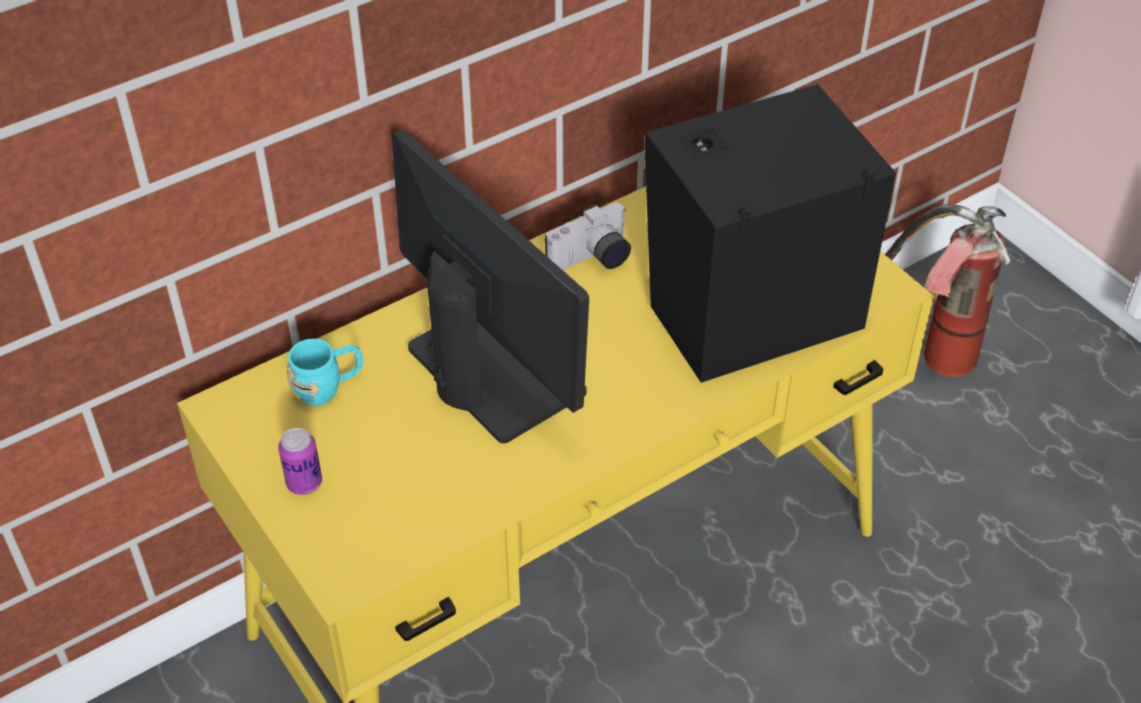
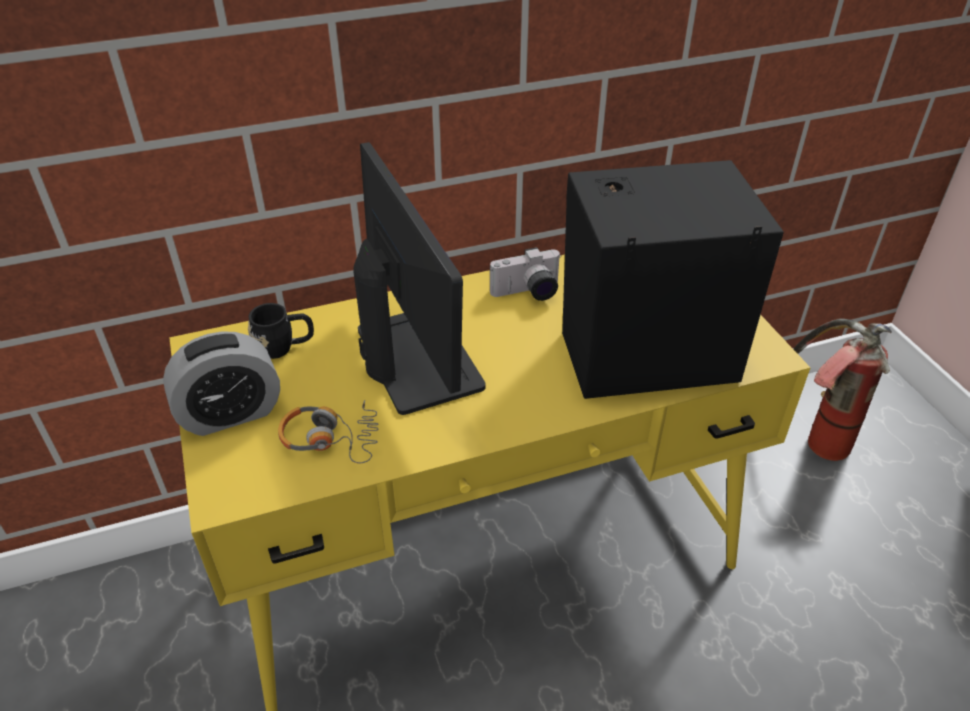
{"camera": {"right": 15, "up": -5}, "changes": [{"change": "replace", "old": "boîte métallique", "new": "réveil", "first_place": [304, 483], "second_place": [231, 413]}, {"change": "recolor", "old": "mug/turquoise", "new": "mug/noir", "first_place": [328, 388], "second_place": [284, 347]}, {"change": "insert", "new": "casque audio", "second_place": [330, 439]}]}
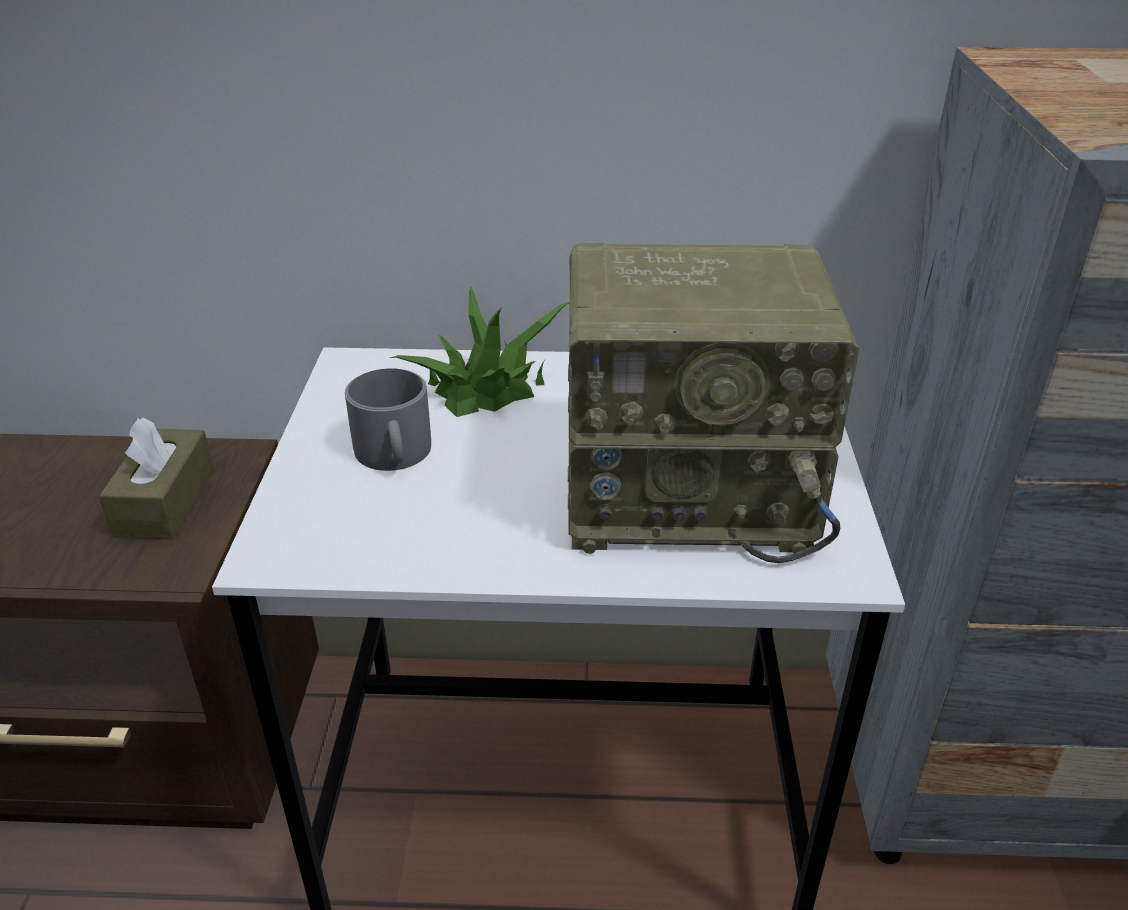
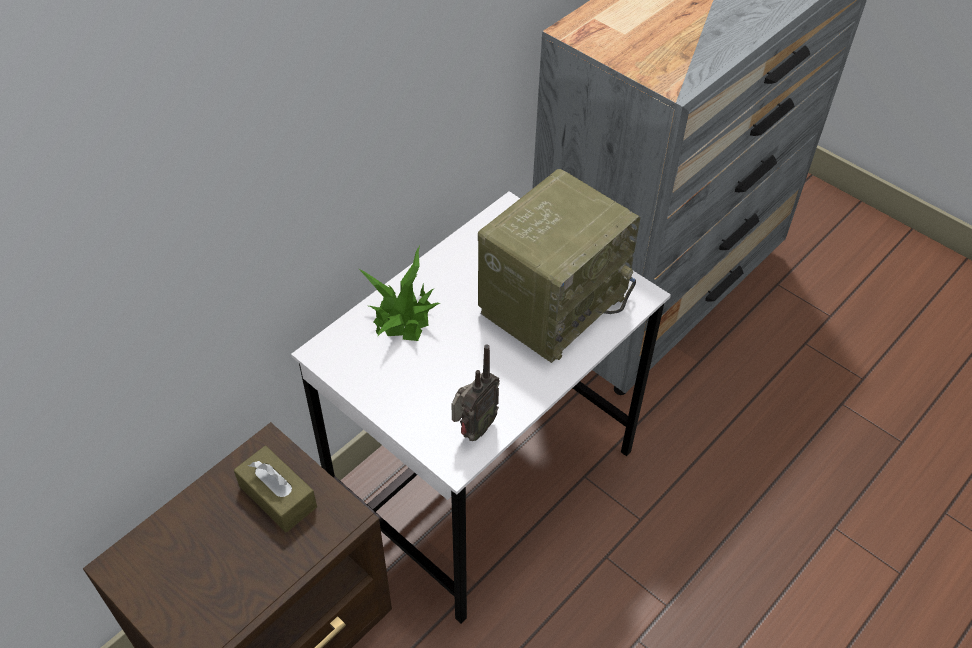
{"camera": {"right": -50, "up": 15}, "changes": [{"change": "delete", "old": "mug/gris", "first_place": [394, 454]}, {"change": "insert", "new": "radio", "second_place": [473, 430]}]}
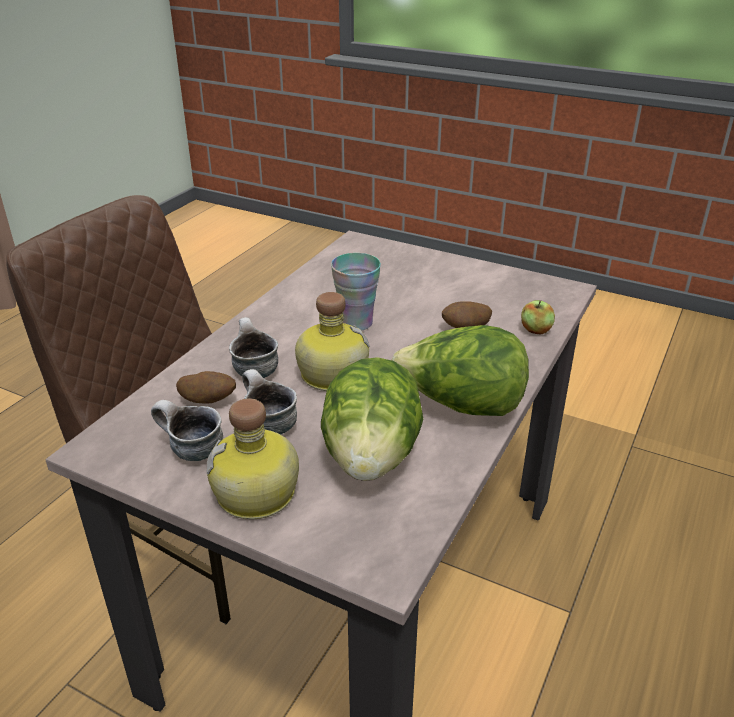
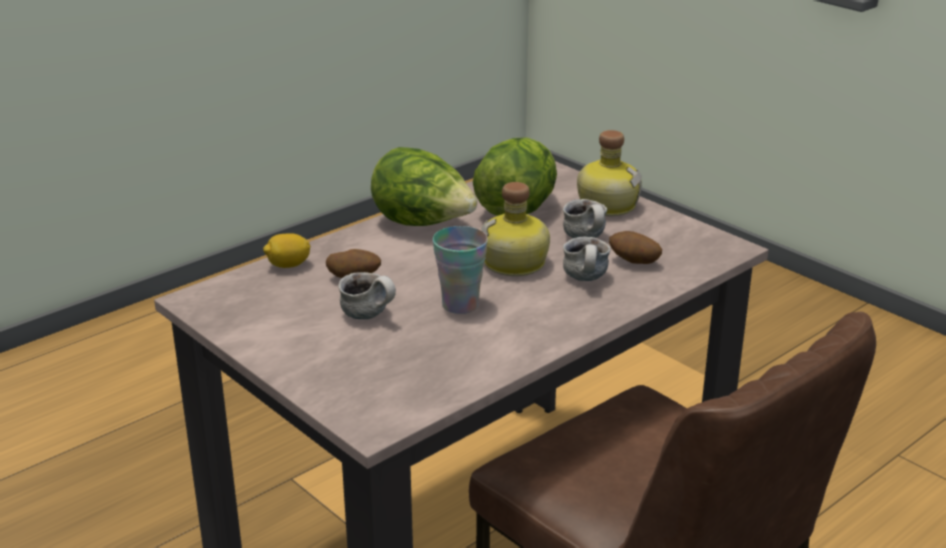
{"camera": {"right": -160, "up": -5}, "changes": [{"change": "move", "old": "mug", "first_place": [190, 451], "second_place": [371, 315]}, {"change": "replace", "old": "pomme", "new": "citron", "first_place": [535, 330], "second_place": [288, 265]}]}
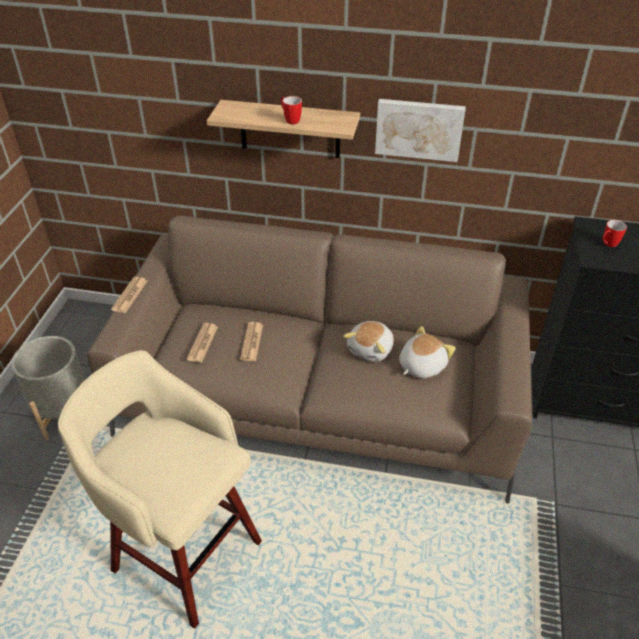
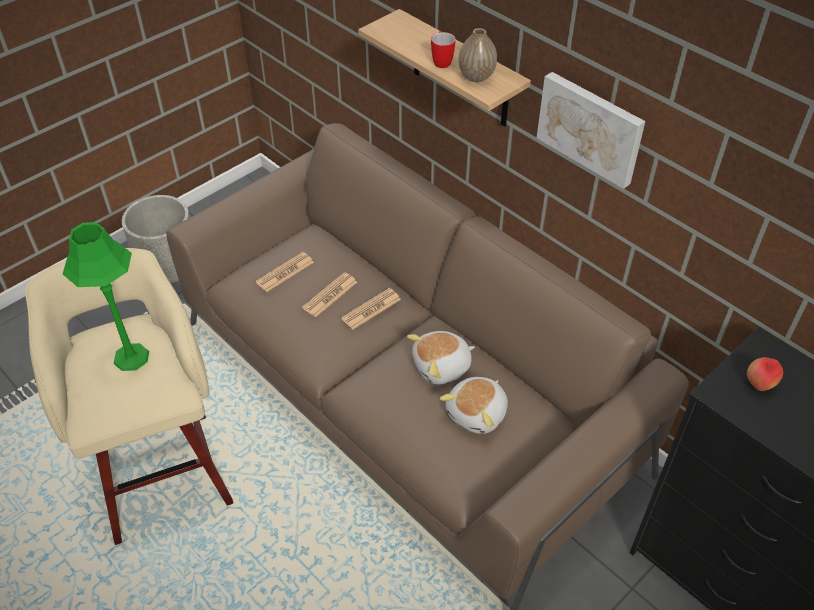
{"camera": {"right": 35, "up": 5}, "changes": [{"change": "move", "old": "journal", "first_place": [130, 295], "second_place": [371, 309]}, {"change": "rotate", "old": "peluche", "first_place": [421, 365], "second_place": [478, 413], "degrees": 135}, {"change": "replace", "old": "mug", "new": "pomme", "first_place": [607, 245], "second_place": [759, 384]}, {"change": "insert", "new": "lampe de table/vert", "second_place": [131, 357]}, {"change": "insert", "new": "vase", "second_place": [476, 76]}]}
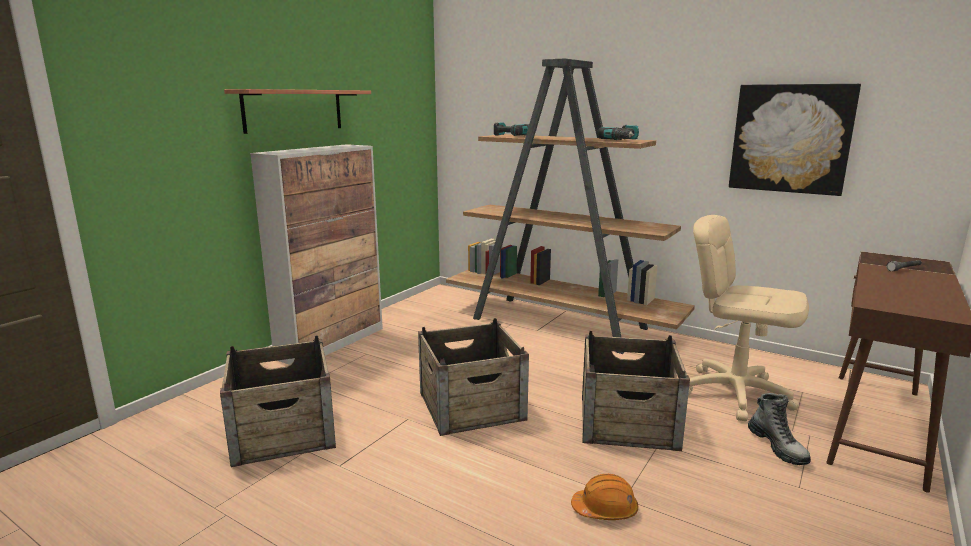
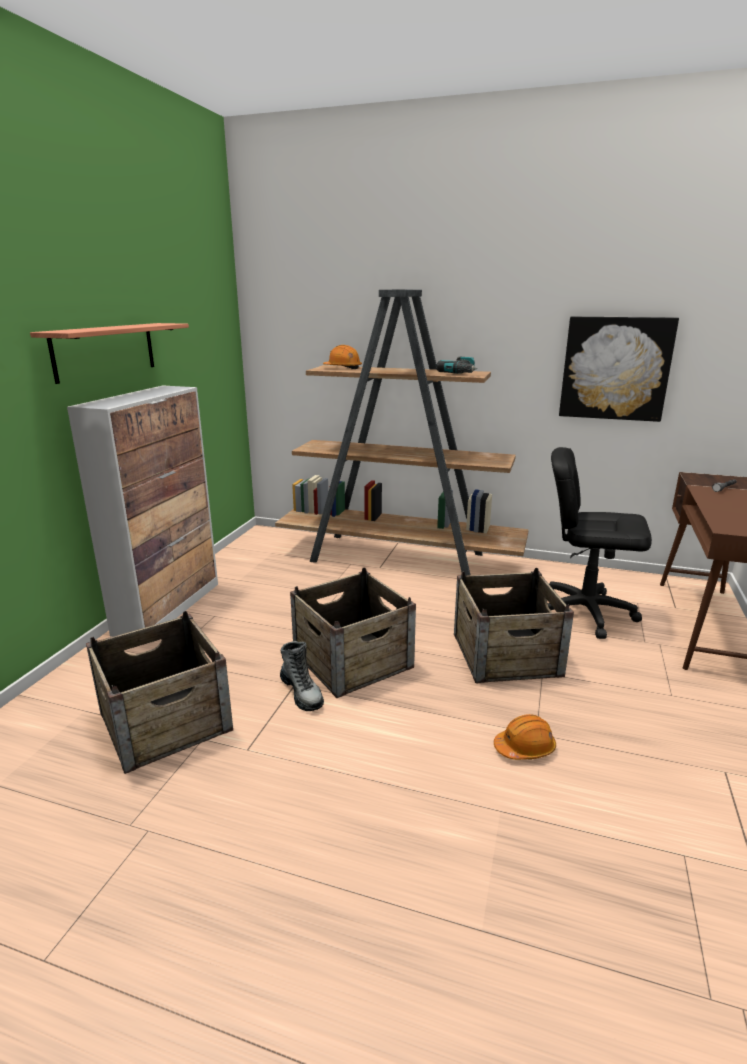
{"camera": {"right": -15, "up": 5}, "changes": [{"change": "replace", "old": "perceuse", "new": "casque de chantier/orange", "first_place": [514, 135], "second_place": [343, 368]}, {"change": "recolor", "old": "chaise de bureau/beige", "new": "chaise de bureau/noir", "first_place": [735, 393], "second_place": [584, 612]}, {"change": "move", "old": "botte", "first_place": [777, 447], "second_place": [302, 693]}]}
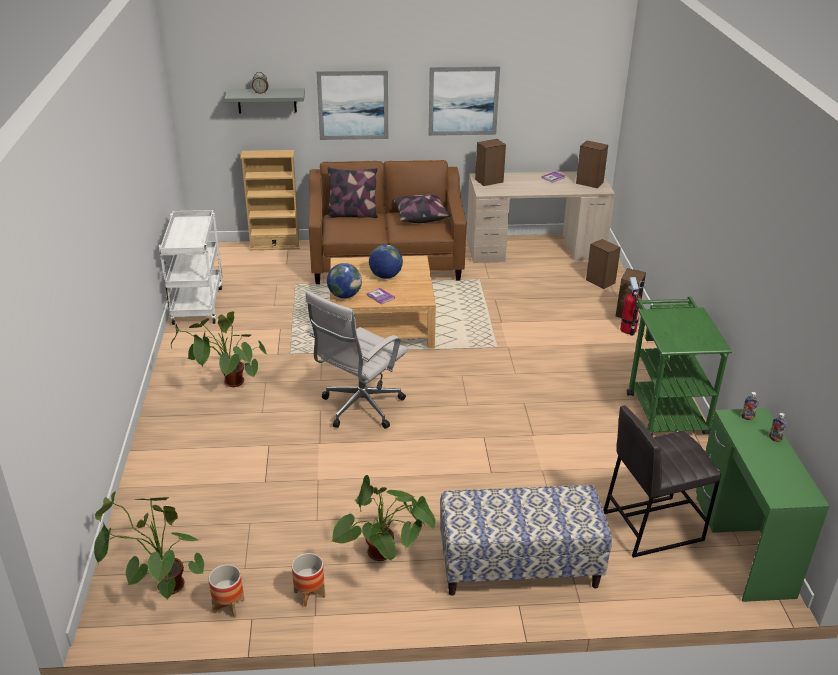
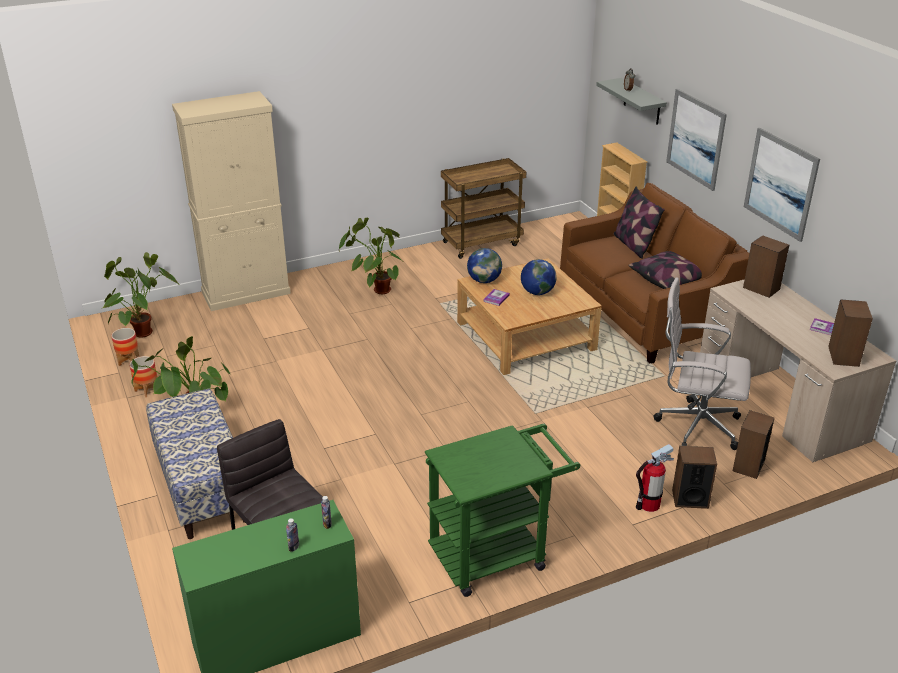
{"camera": {"right": 70, "up": 0}, "changes": [{"change": "recolor", "old": "chariot/blanc", "new": "chariot/marron", "first_place": [197, 304], "second_place": [482, 243]}, {"change": "move", "old": "chaise de bureau/blanc", "first_place": [359, 408], "second_place": [694, 426]}, {"change": "insert", "new": "meuble de rangement/beige", "second_place": [246, 293]}]}
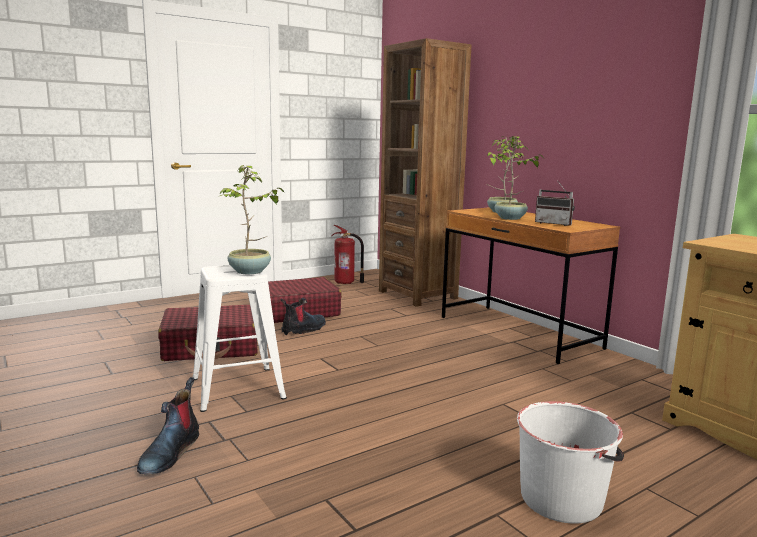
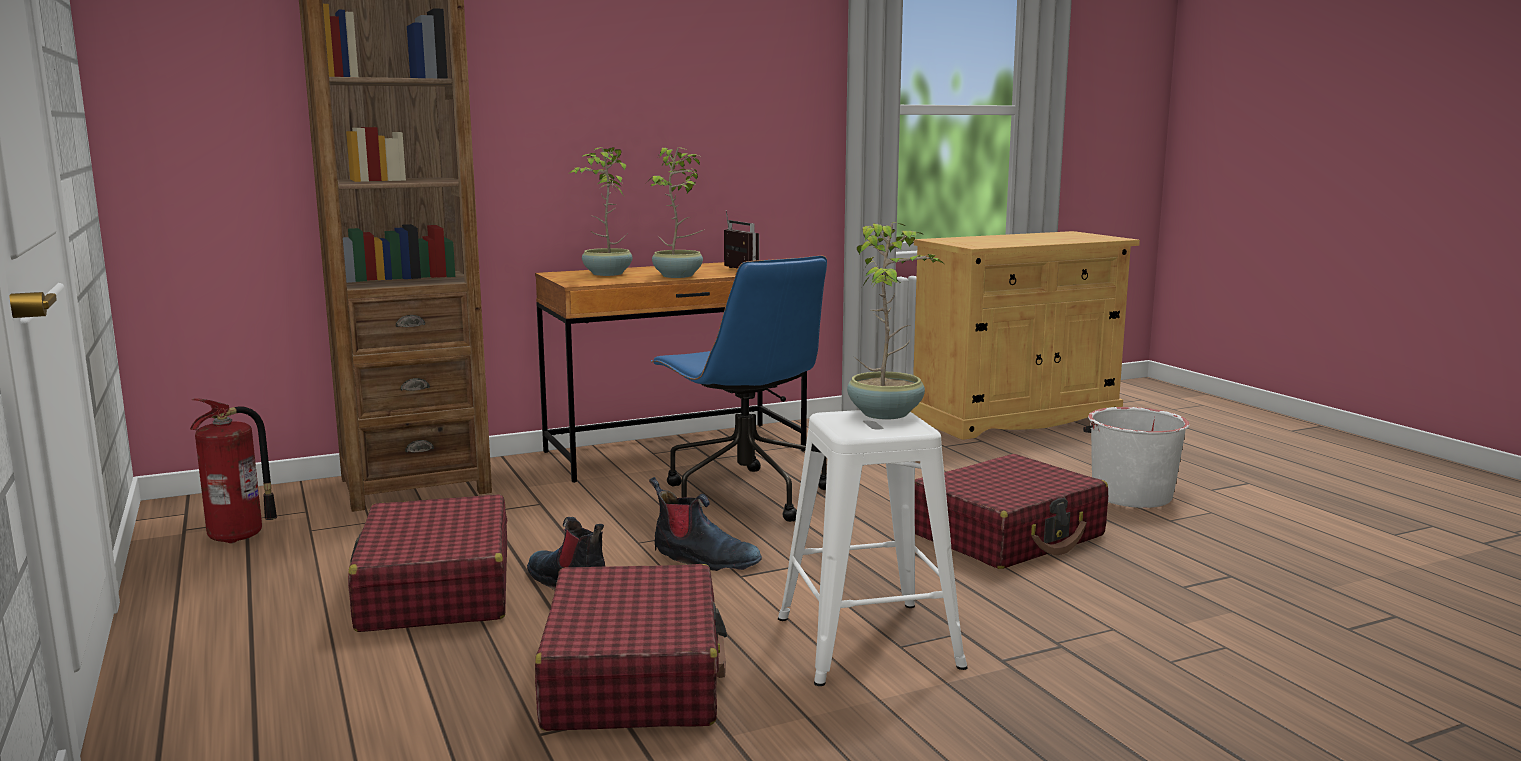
{"camera": {"right": -80, "up": 0}, "changes": [{"change": "move", "old": "botte", "first_place": [169, 453], "second_place": [704, 559]}, {"change": "rotate", "old": "radio", "first_place": [555, 223], "second_place": [735, 270], "degrees": -75}, {"change": "insert", "new": "chaise de bureau/bleu", "second_place": [743, 495]}, {"change": "insert", "new": "valise/rouge", "second_place": [1008, 535]}]}
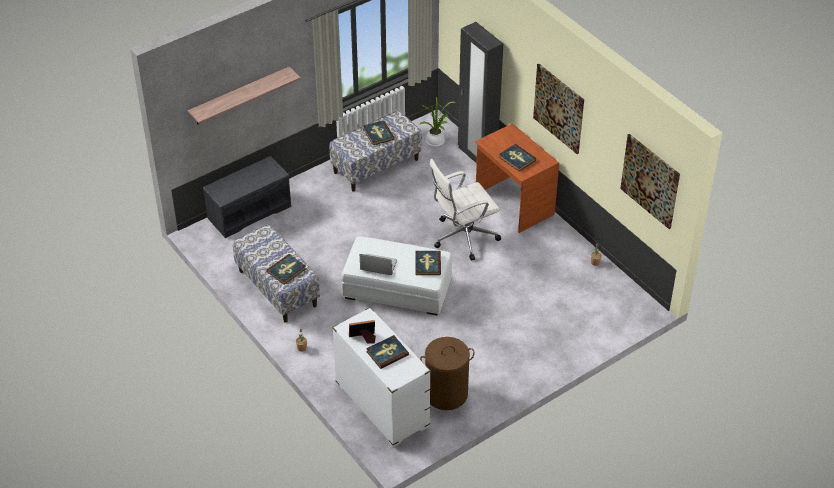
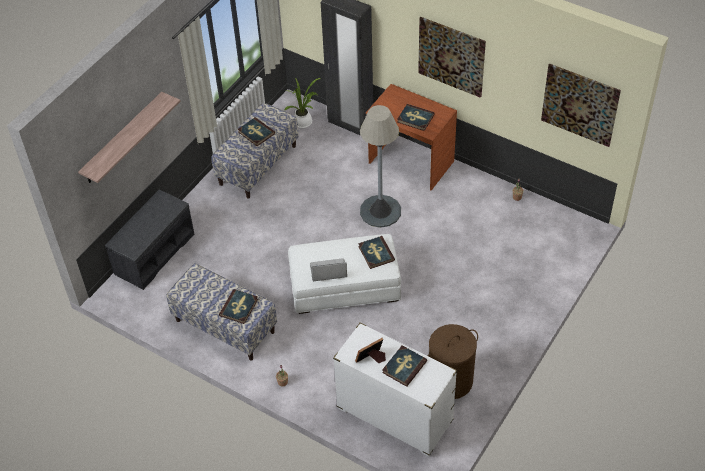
{"camera": {"right": -20, "up": 5}, "changes": [{"change": "replace", "old": "chaise de bureau/blanc", "new": "lampadaire/gris", "first_place": [463, 237], "second_place": [380, 211]}]}
